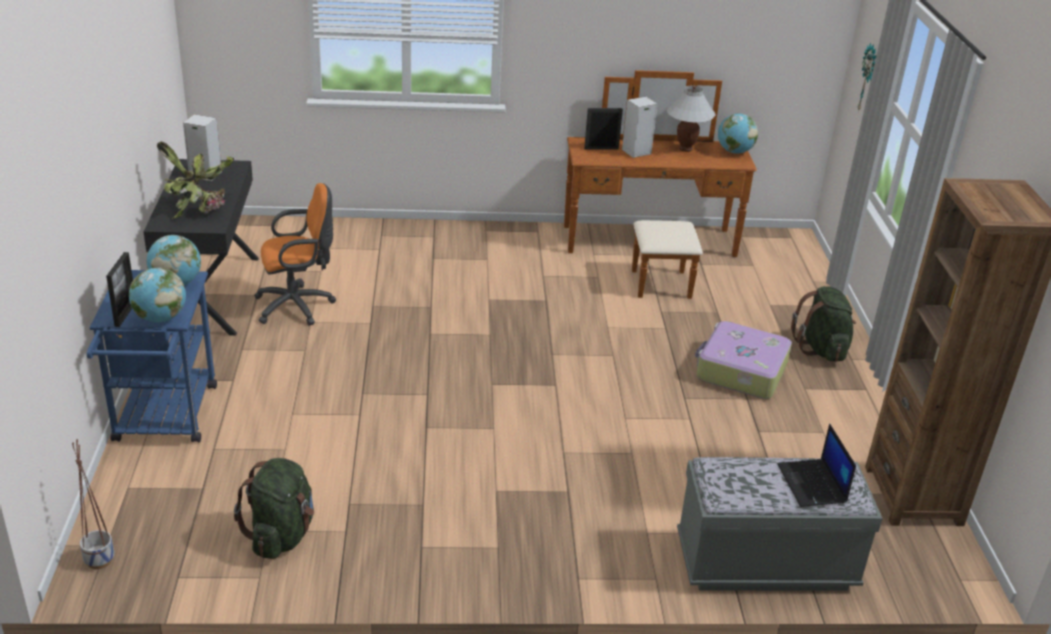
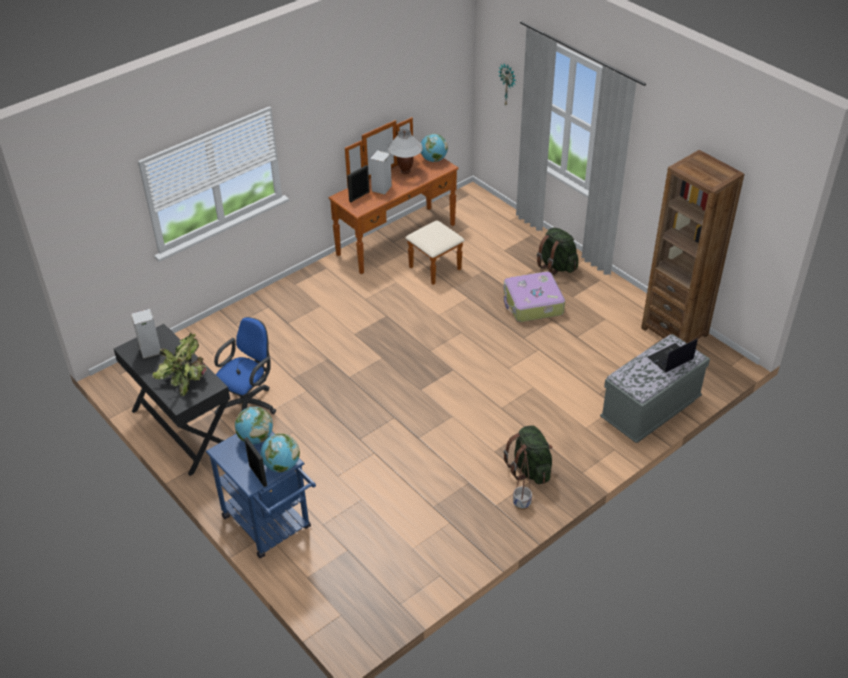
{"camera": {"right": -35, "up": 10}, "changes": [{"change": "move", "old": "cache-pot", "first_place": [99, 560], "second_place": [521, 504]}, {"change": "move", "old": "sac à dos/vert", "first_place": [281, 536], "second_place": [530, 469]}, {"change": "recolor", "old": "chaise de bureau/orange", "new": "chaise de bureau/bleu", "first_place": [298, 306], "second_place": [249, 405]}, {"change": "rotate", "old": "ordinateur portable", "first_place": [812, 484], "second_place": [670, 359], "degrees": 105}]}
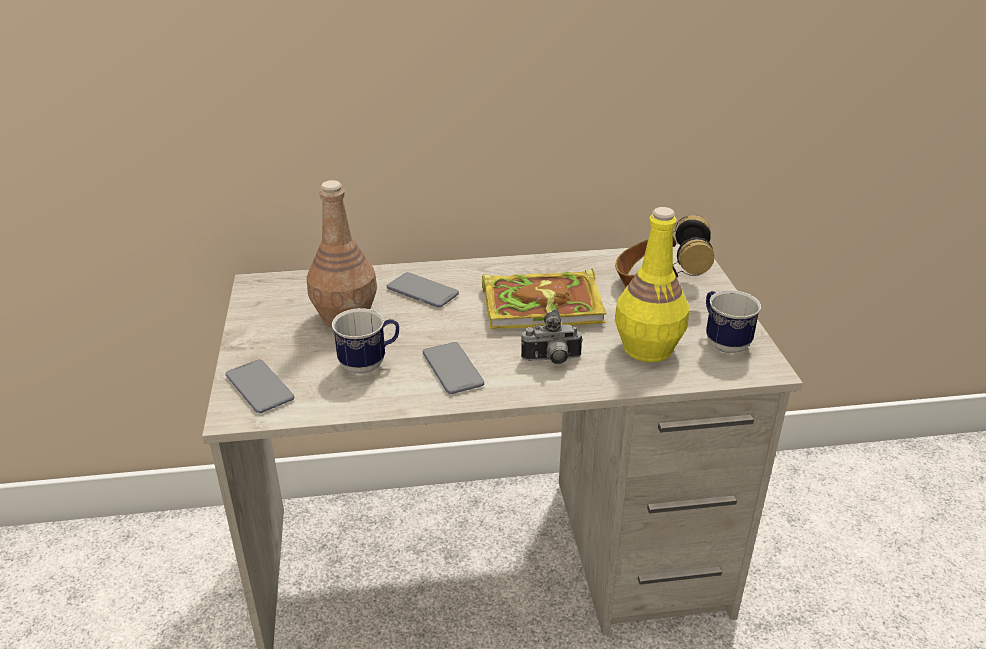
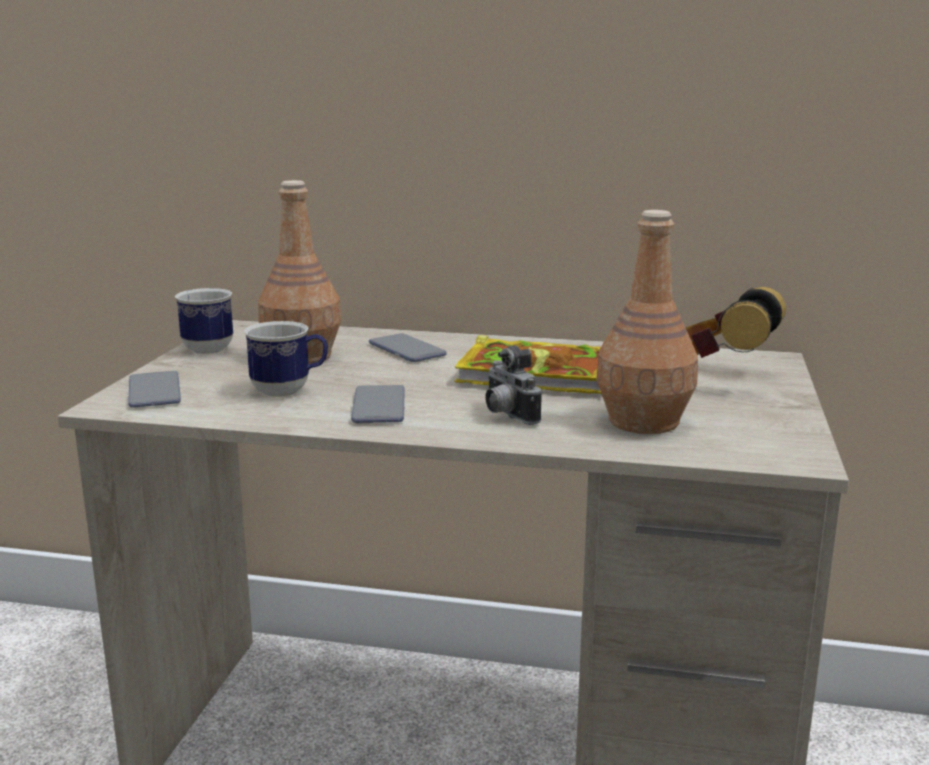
{"camera": {"right": 20, "up": -15}, "changes": [{"change": "rotate", "old": "appareil photo", "first_place": [551, 360], "second_place": [506, 415], "degrees": 45}, {"change": "recolor", "old": "bouteille/jaune", "new": "bouteille/marron", "first_place": [647, 348], "second_place": [642, 422]}, {"change": "move", "old": "mug", "first_place": [722, 342], "second_place": [209, 347]}]}
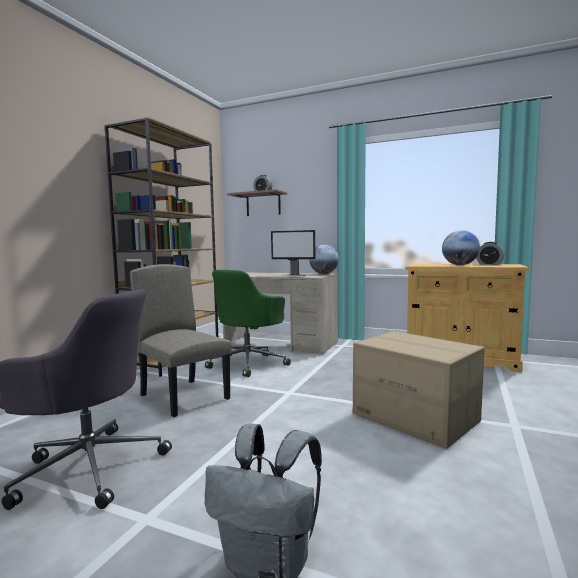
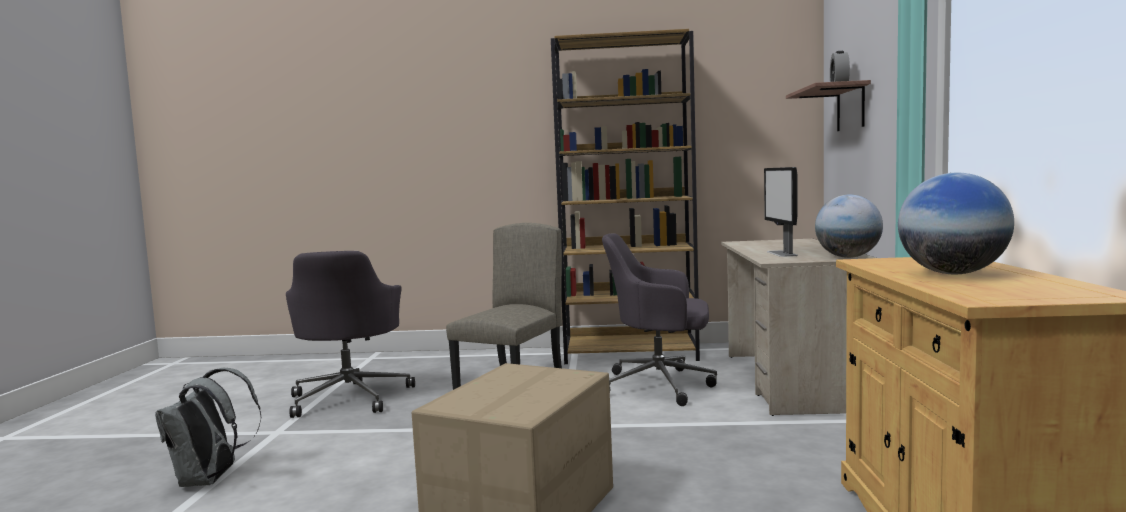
{"camera": {"right": 70, "up": 0}, "changes": [{"change": "recolor", "old": "chaise de bureau/vert", "new": "chaise de bureau/gris", "first_place": [249, 363], "second_place": [660, 385]}, {"change": "delete", "old": "réveil", "first_place": [489, 264]}]}
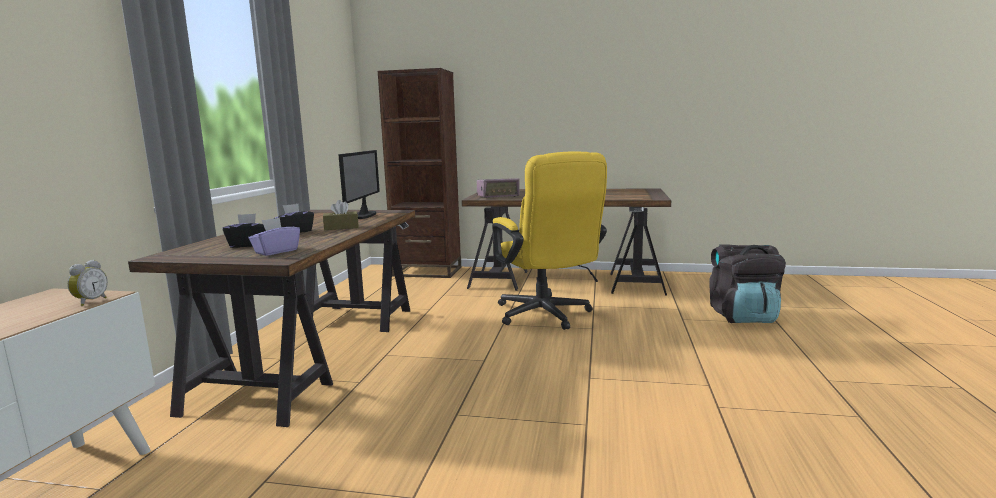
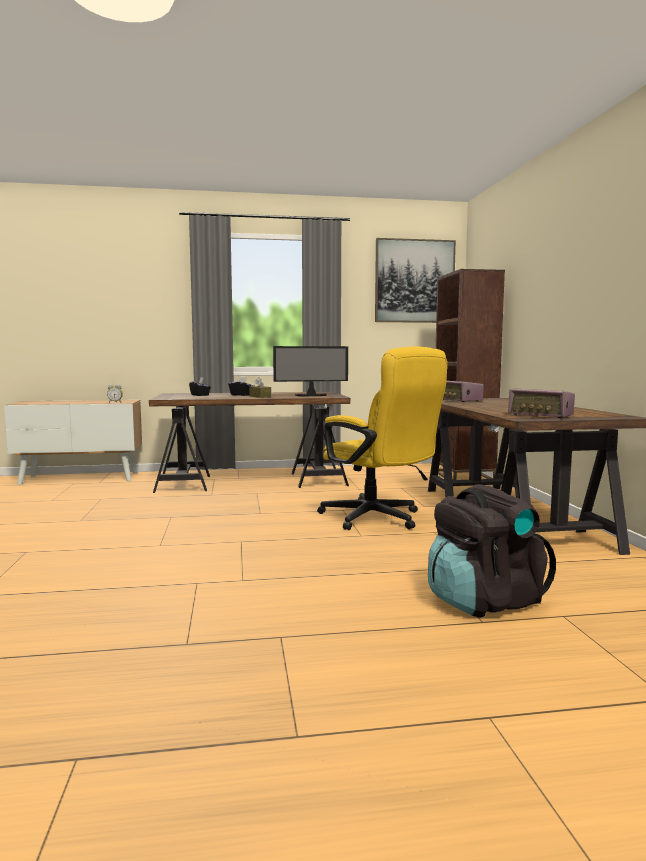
{"camera": {"right": 70, "up": -5}, "changes": [{"change": "delete", "old": "boîte à mouchoirs/violet", "first_place": [276, 251]}, {"change": "rotate", "old": "chaise de bureau/jaune", "first_place": [546, 316], "second_place": [378, 519], "degrees": -90}, {"change": "insert", "new": "tableau", "second_place": [414, 281]}, {"change": "insert", "new": "radio", "second_place": [541, 415]}]}
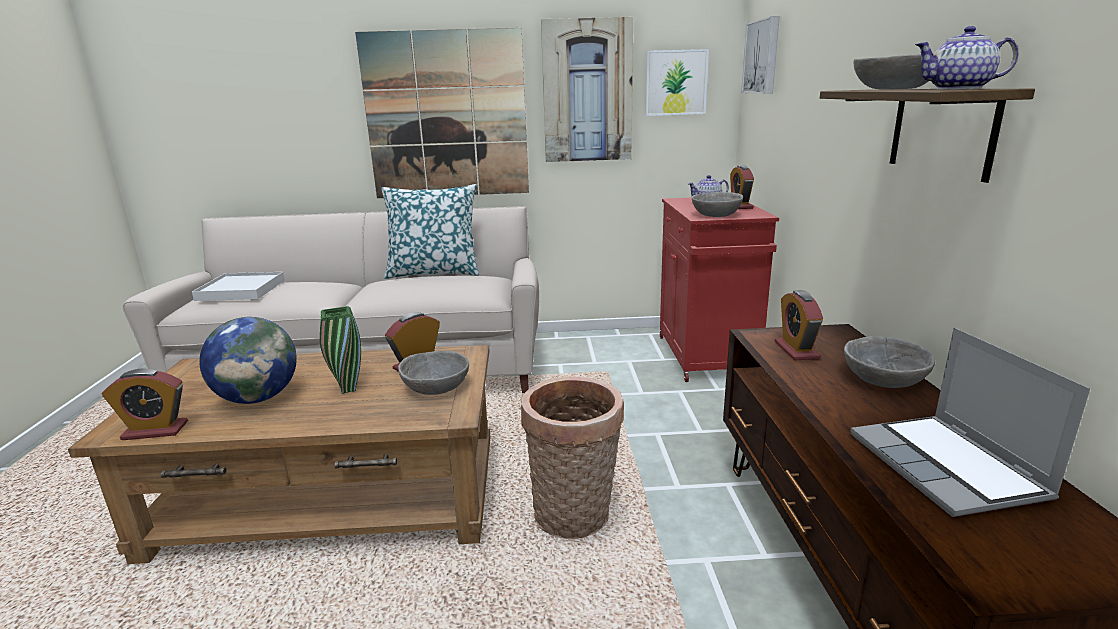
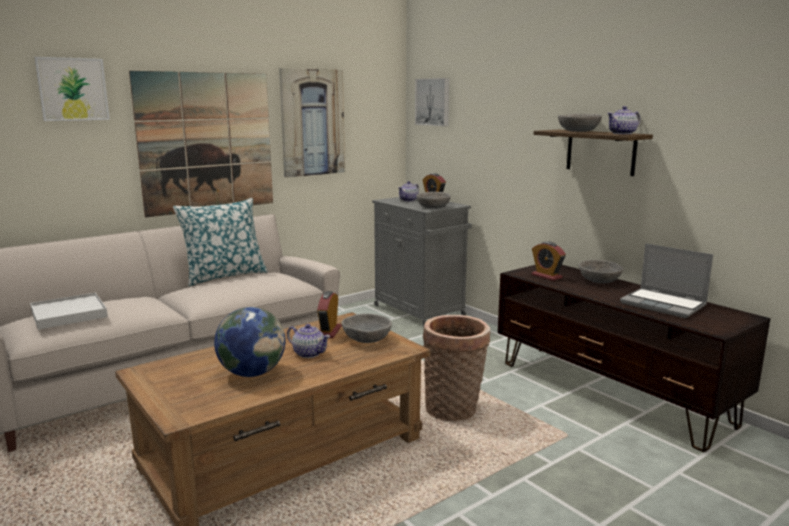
{"camera": {"right": -35, "up": -5}, "changes": [{"change": "delete", "old": "réveil", "first_place": [155, 431]}, {"change": "replace", "old": "vase/vert", "new": "théière", "first_place": [348, 389], "second_place": [309, 353]}, {"change": "move", "old": "tableau", "first_place": [676, 83], "second_place": [73, 89]}, {"change": "recolor", "old": "meuble de rangement/rouge", "new": "meuble de rangement/gris", "first_place": [707, 357], "second_place": [420, 311]}]}
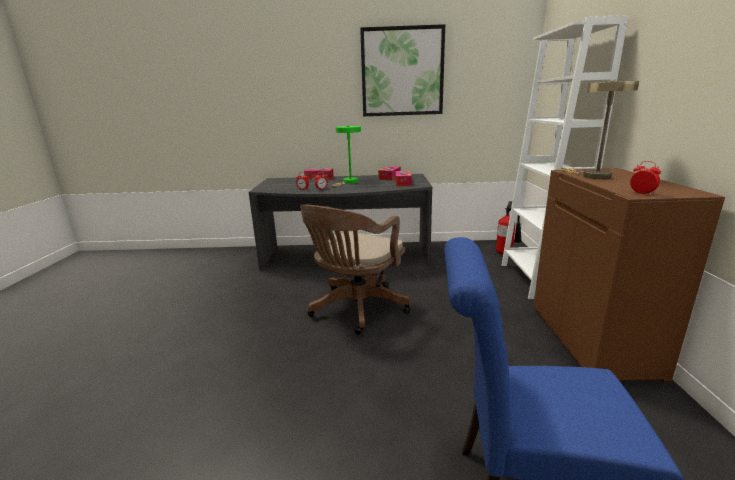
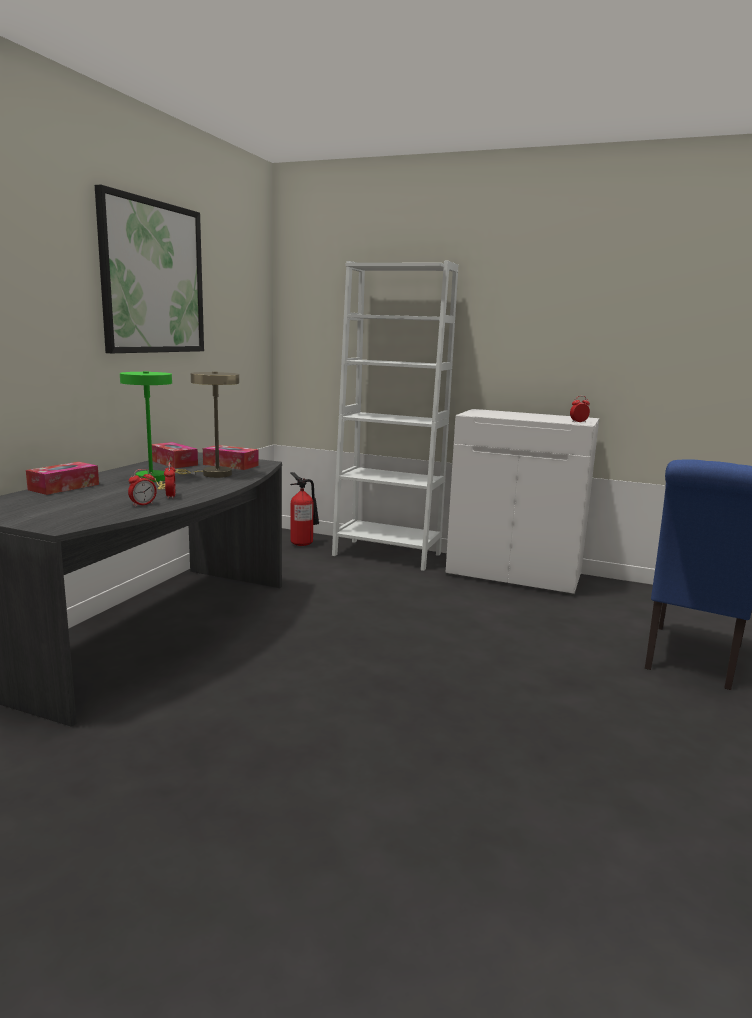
{"camera": {"right": -70, "up": -5}, "changes": [{"change": "delete", "old": "chaise de bureau/marron", "first_place": [356, 309]}, {"change": "recolor", "old": "meuble de rangement/marron", "new": "meuble de rangement/blanc", "first_place": [593, 340], "second_place": [514, 574]}, {"change": "move", "old": "lampe de table/beige", "first_place": [592, 176], "second_place": [211, 474]}]}
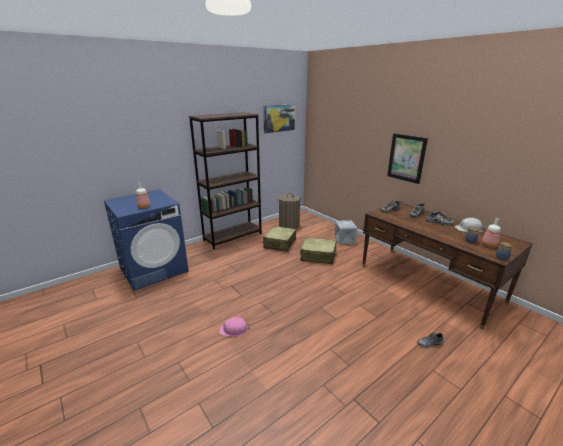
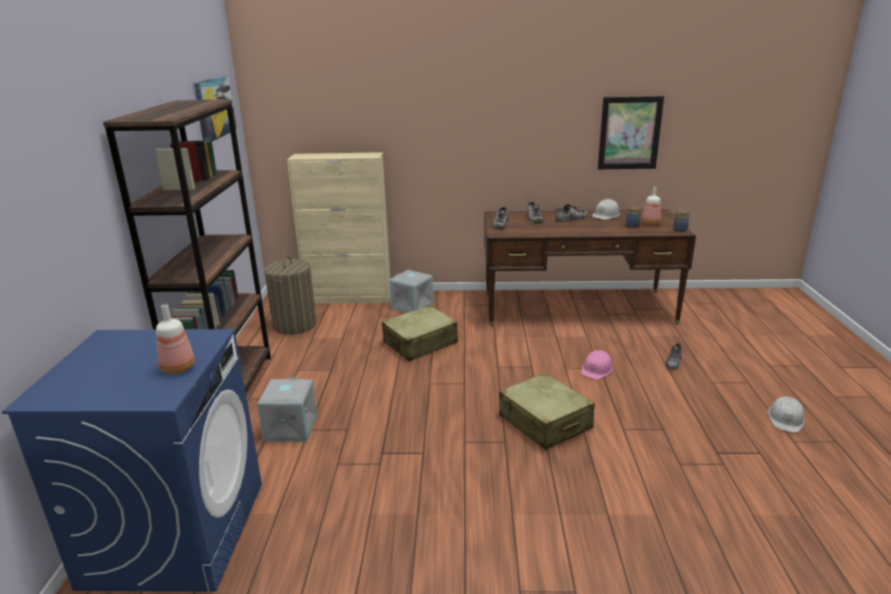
{"camera": {"right": -50, "up": 0}, "changes": [{"change": "move", "old": "casque de chantier/rose", "first_place": [234, 330], "second_place": [597, 369]}, {"change": "move", "old": "valise/beige", "first_place": [280, 244], "second_place": [545, 422]}, {"change": "move", "old": "tableau", "first_place": [406, 158], "second_place": [629, 133]}, {"change": "insert", "new": "boîte de rangement/gris", "second_place": [290, 427]}, {"change": "insert", "new": "meuble de rangement/beige", "second_place": [349, 297]}, {"change": "insert", "new": "casque de chantier/blanc", "second_place": [786, 419]}]}
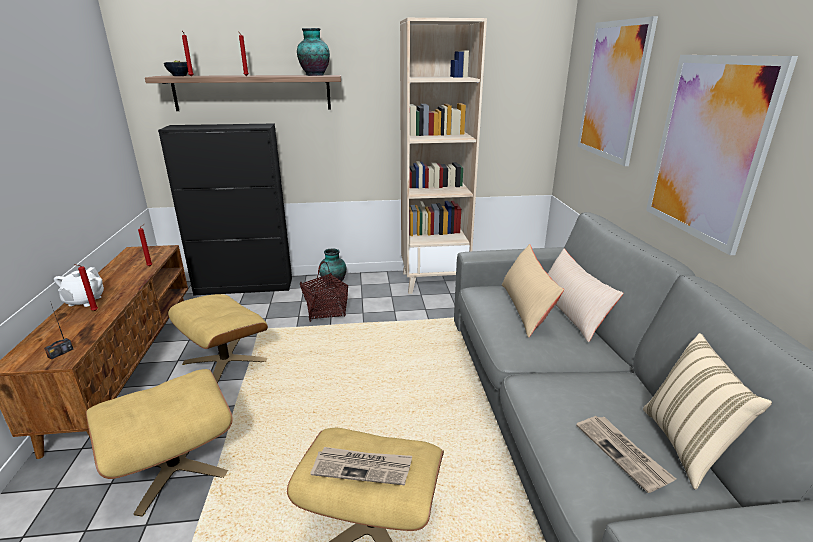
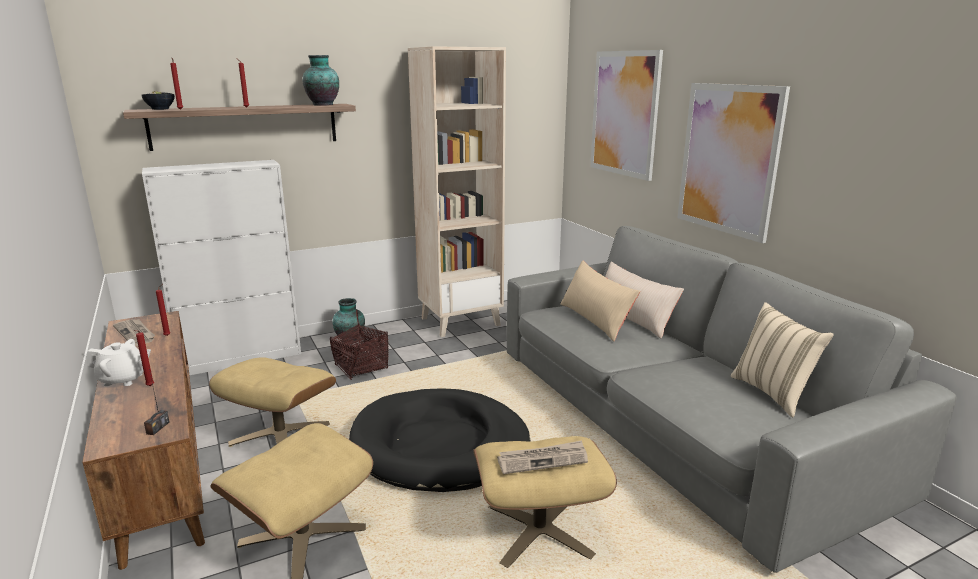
{"camera": {"right": -20, "up": -5}, "changes": [{"change": "rotate", "old": "théière/blanc", "first_place": [84, 301], "second_place": [123, 379], "degrees": -75}, {"change": "recolor", "old": "meuble de rangement/noir", "new": "meuble de rangement/blanc", "first_place": [245, 286], "second_place": [241, 358]}, {"change": "move", "old": "journal", "first_place": [623, 453], "second_place": [136, 333]}, {"change": "insert", "new": "panier pour chien/noir", "second_place": [440, 445]}]}
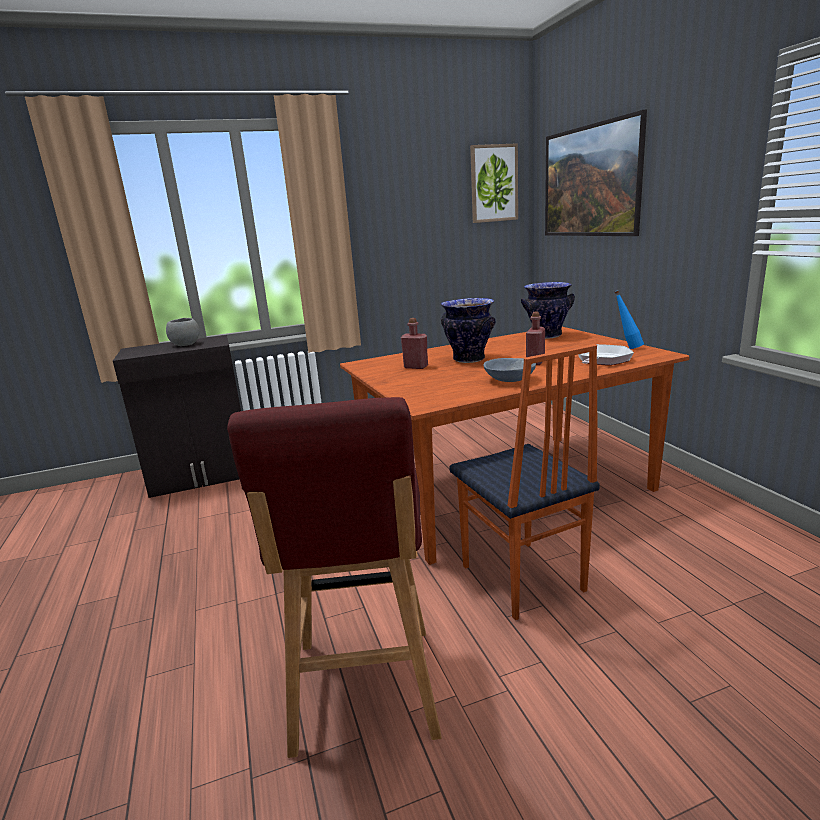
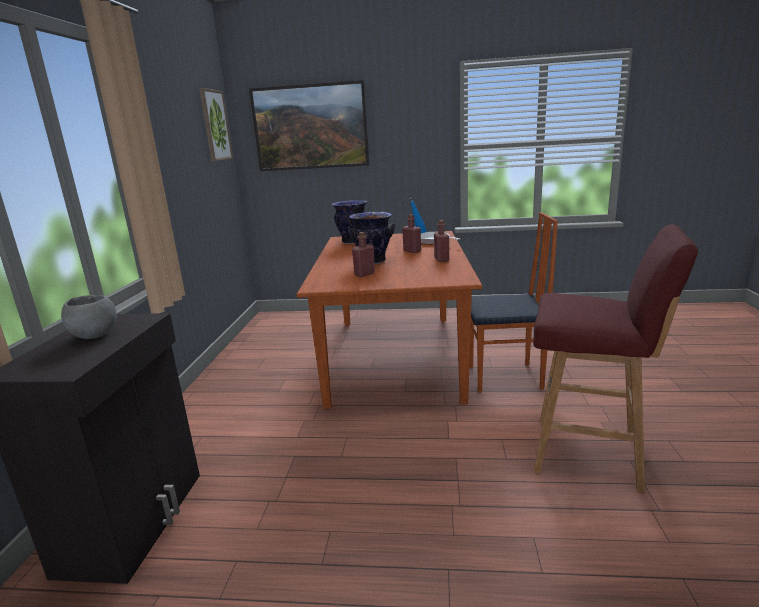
{"camera": {"right": -65, "up": 0}, "changes": [{"change": "replace", "old": "bol/gris", "new": "bouteille/rouge", "first_place": [509, 380], "second_place": [441, 259]}]}
